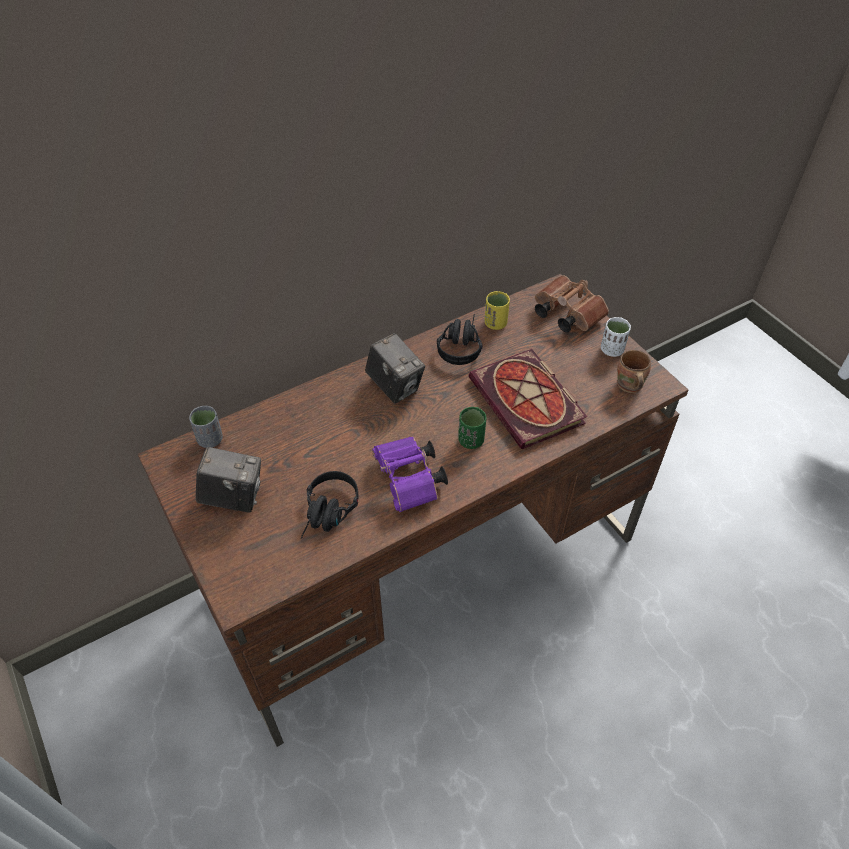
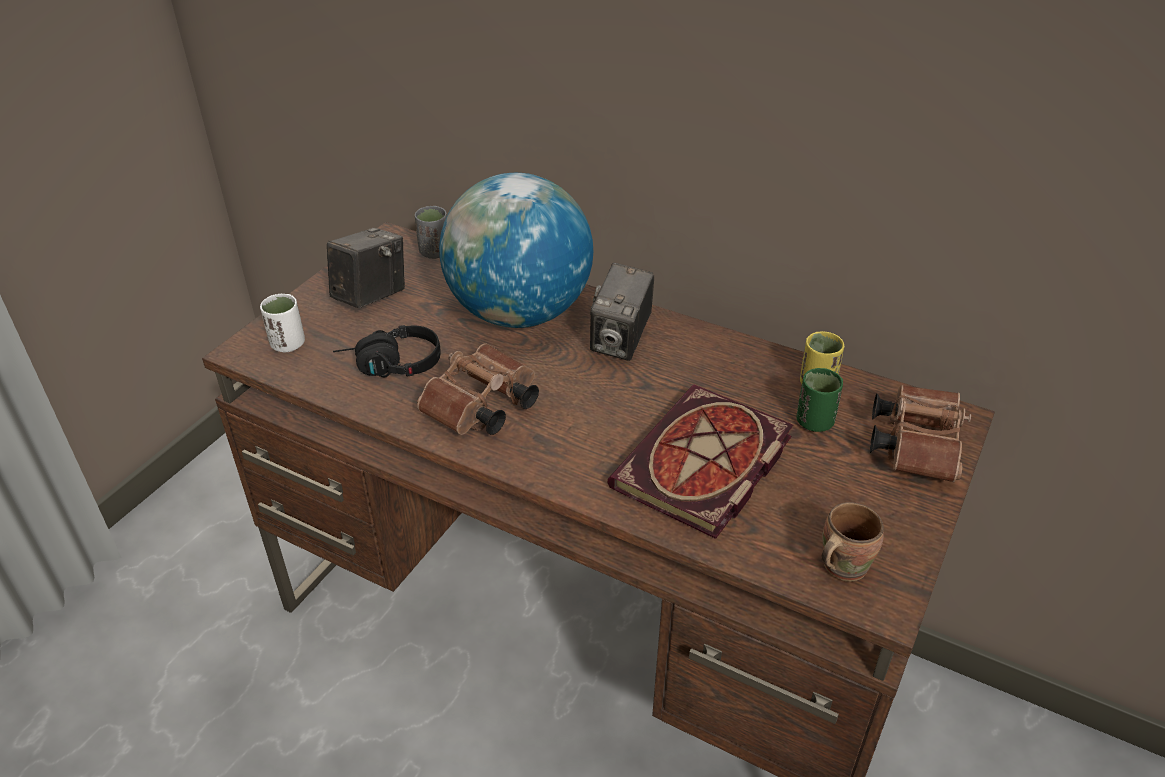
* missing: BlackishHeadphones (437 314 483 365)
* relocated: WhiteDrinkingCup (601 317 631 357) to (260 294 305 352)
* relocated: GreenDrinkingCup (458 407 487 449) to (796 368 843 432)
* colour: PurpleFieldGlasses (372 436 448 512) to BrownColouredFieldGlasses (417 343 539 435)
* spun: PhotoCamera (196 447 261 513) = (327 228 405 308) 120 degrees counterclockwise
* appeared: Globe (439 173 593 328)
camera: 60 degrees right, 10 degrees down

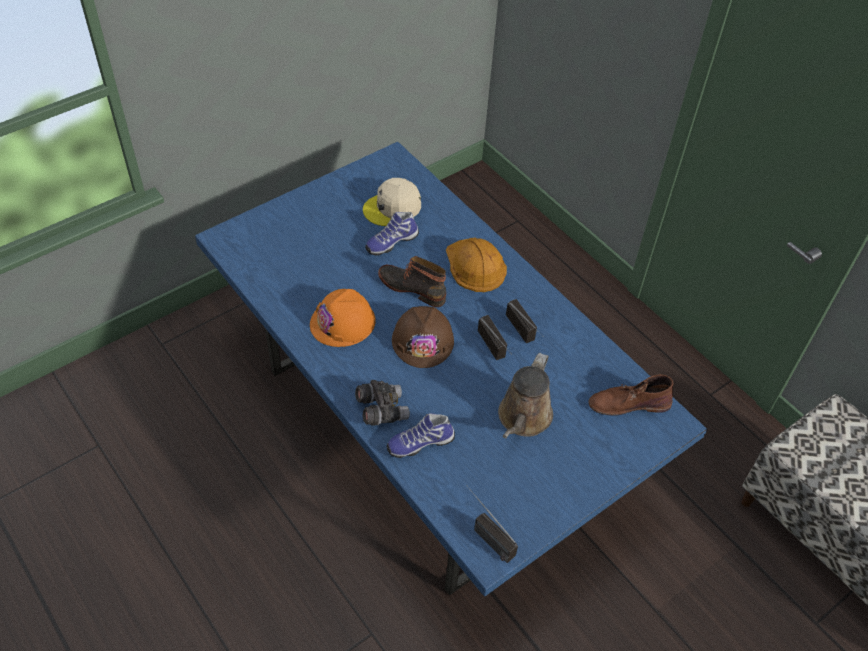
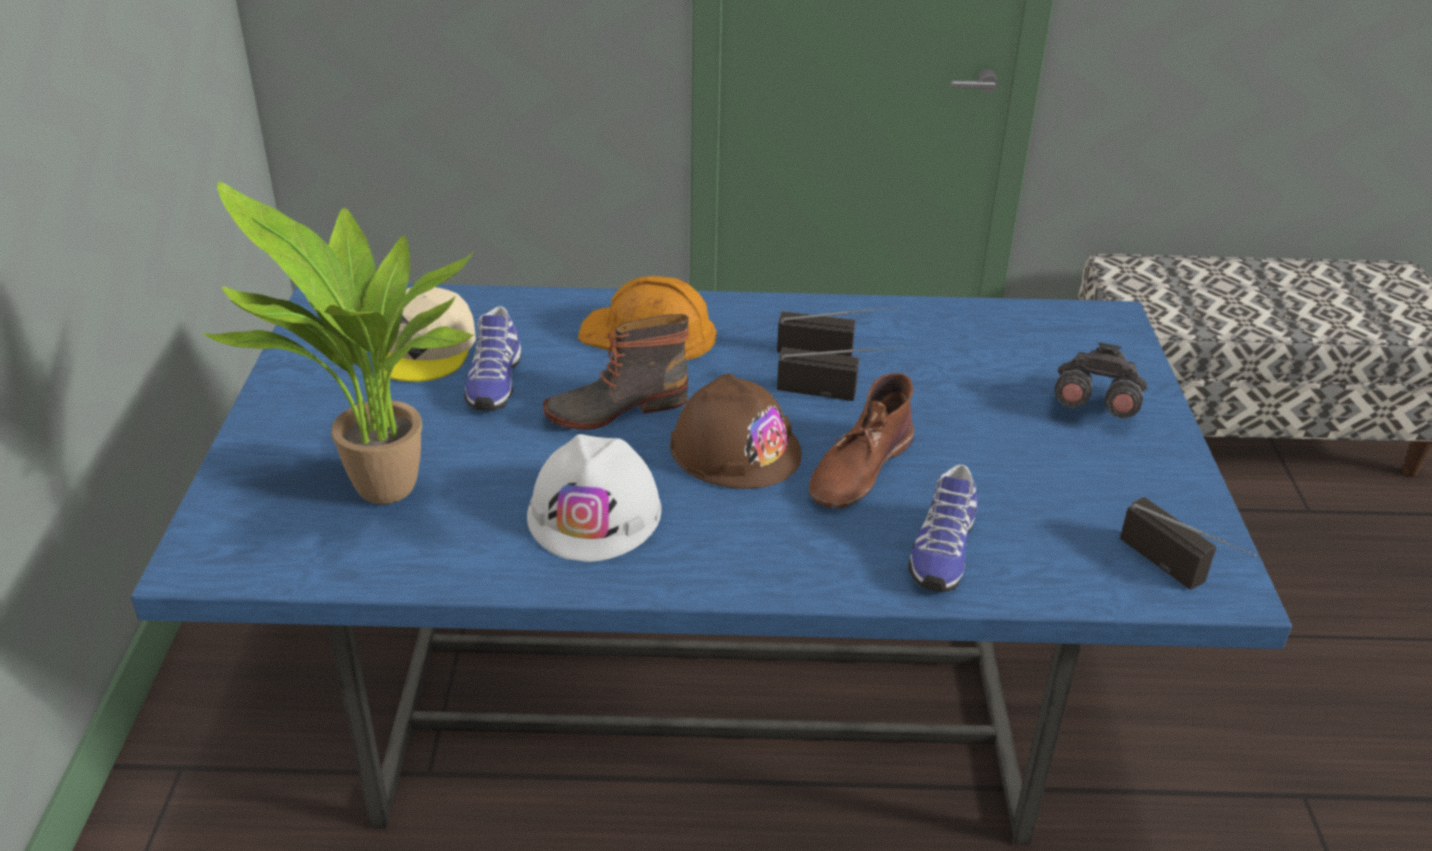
* colour: OrangeySafetyHelmet (310 289 376 347) to WhiteSafetyHelmet (527 434 662 562)
* missing: BrownColouredWateringPot (498 353 553 438)
* relocated: BrownColouredTallBoot (588 374 674 416) to (809 373 914 509)
* relocated: GreyishFieldGlasses (355 380 410 426) to (1055 342 1147 418)
* spun: RadioReceiver (467 486 518 563) = (1120 497 1256 590) 120 degrees counterclockwise
* appeared: PlantInAPot (202 182 475 504)
camera: 50 degrees left, 15 degrees down

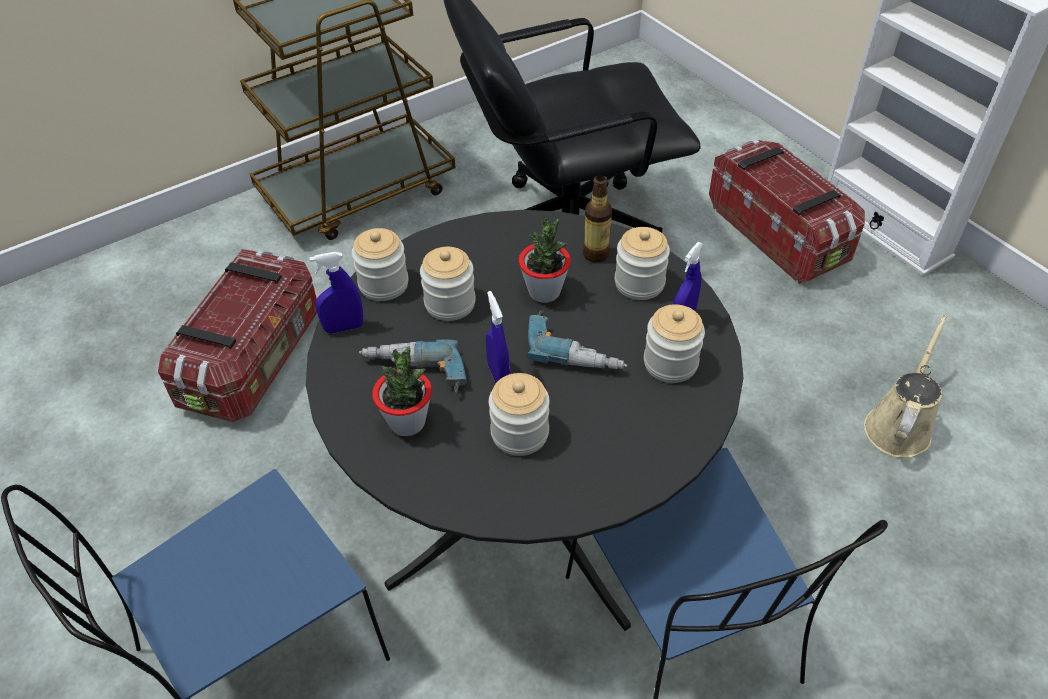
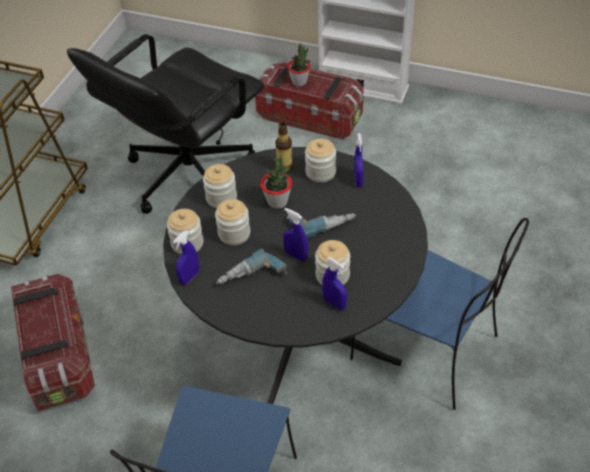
* relocated: PreserveJar (644 304 705 383) to (203 164 237 209)
* missing: SandColouredWateringPot (864 315 947 458)
* relocated: PlantInAPot (372 346 432 436) to (287 43 311 86)
* appeared: BluishHandSprayer (322 257 347 310)
camera: 35 degrees left, 0 degrees up

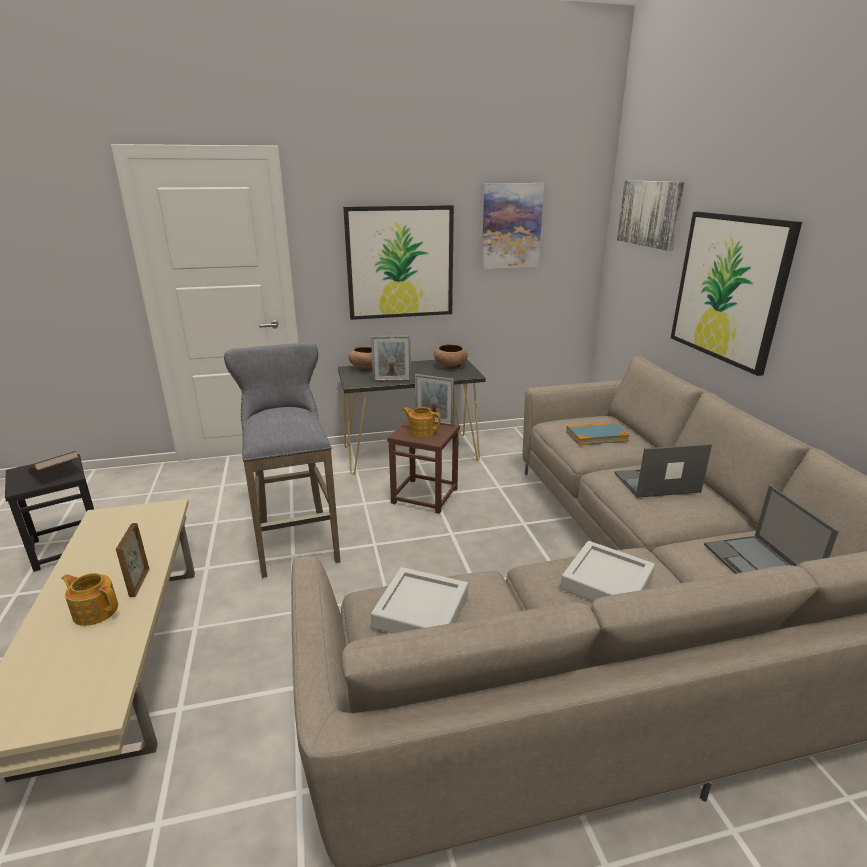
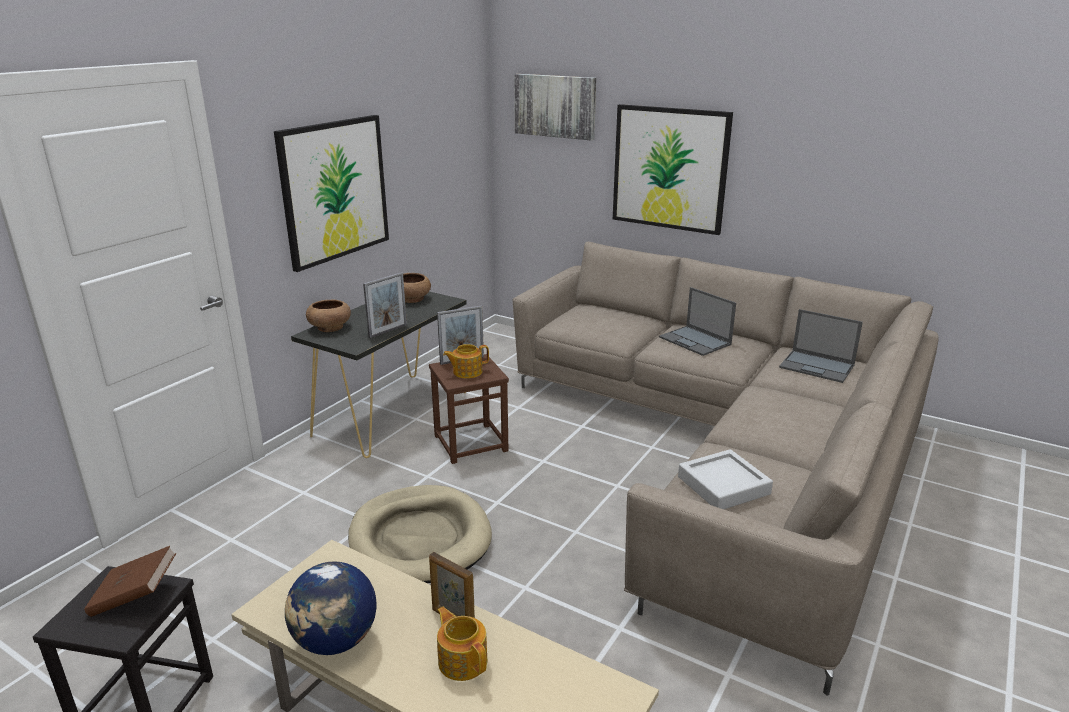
* missing: WallPicture (481 183 544 269)
* exchanged: GreyishStoolSeat (224 343 340 578) to SandColouredPetBed (348 485 492 583)
* missing: BoundBook (566 422 630 445)
* spun: NotebookComputer (614 444 712 498) = (659 287 736 356) 75 degrees counterclockwise
* missing: GreyishCarryingTray (561 541 655 602)
* spun: TeaPot (62 573 118 626) = (437 607 487 681) 75 degrees clockwise
* appeared: Globe (285 561 377 655)
camera: 45 degrees left, 0 degrees up

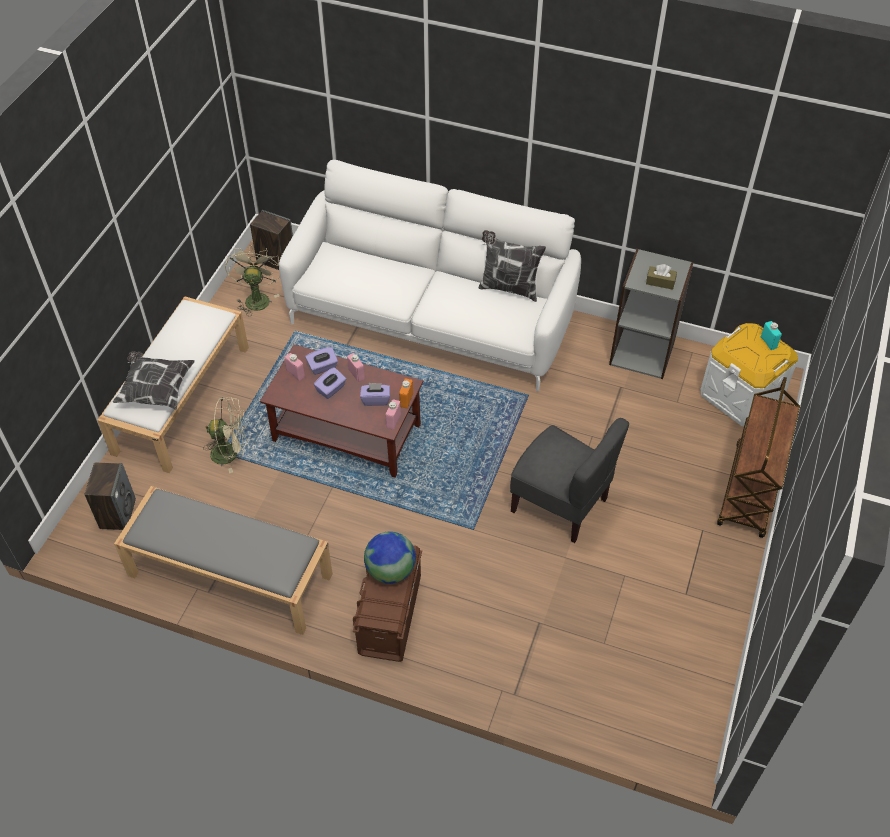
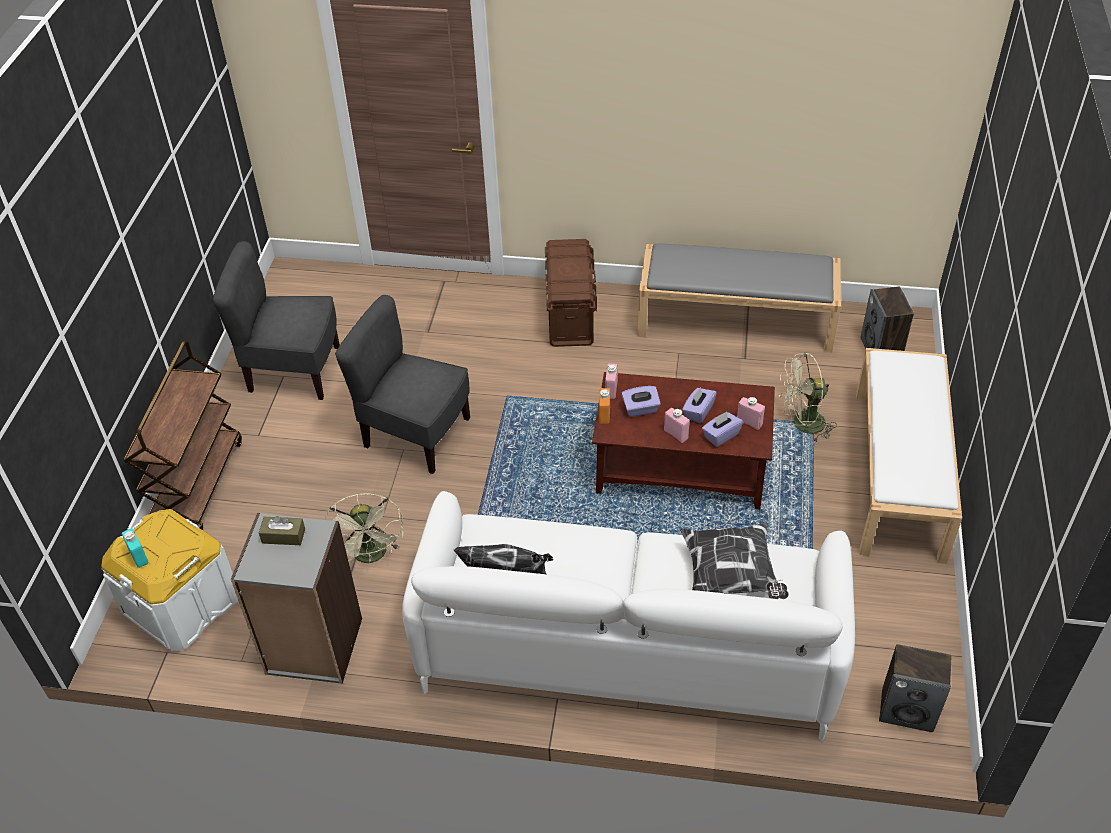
* relocated: SandColouredCoolingFan (225 245 280 316) to (324 493 403 563)
* relocated: Pillow (113 351 195 409) to (680 523 789 599)
* missing: Globe (364 531 416 584)
* appeared: GreyishChair (213 241 340 400)
camera: 170 degrees right, 5 degrees down

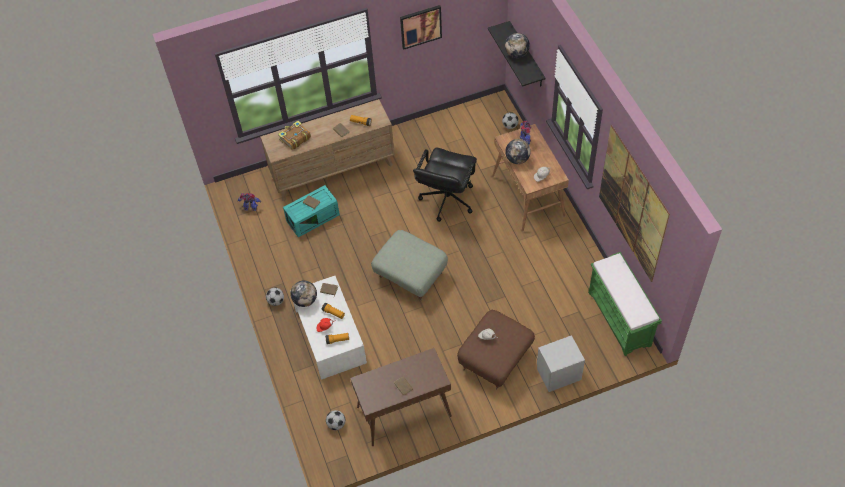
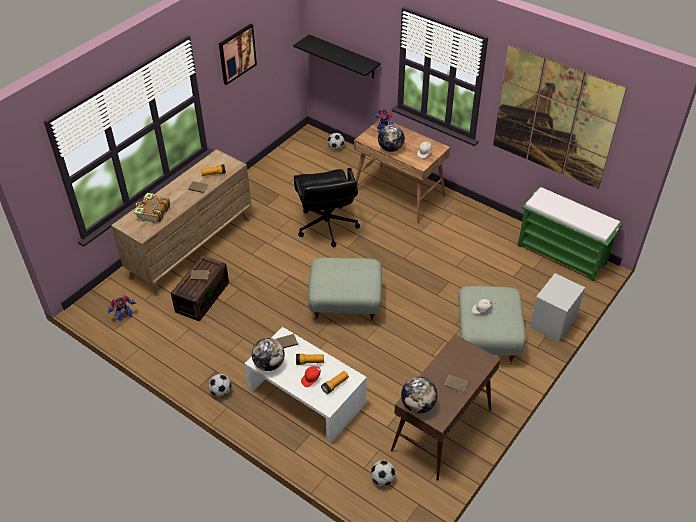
* relocated: Globe (505 33 530 58) to (401 377 437 414)
* colour: TurquoiseColouredStorageBin (283 185 340 237) to BrownColouredStorageBin (171 255 229 322)
* colour: BrownColouredPouffe (457 310 535 390) to GreyishPouffe (458 286 526 364)
camera: 35 degrees left, 10 degrees down

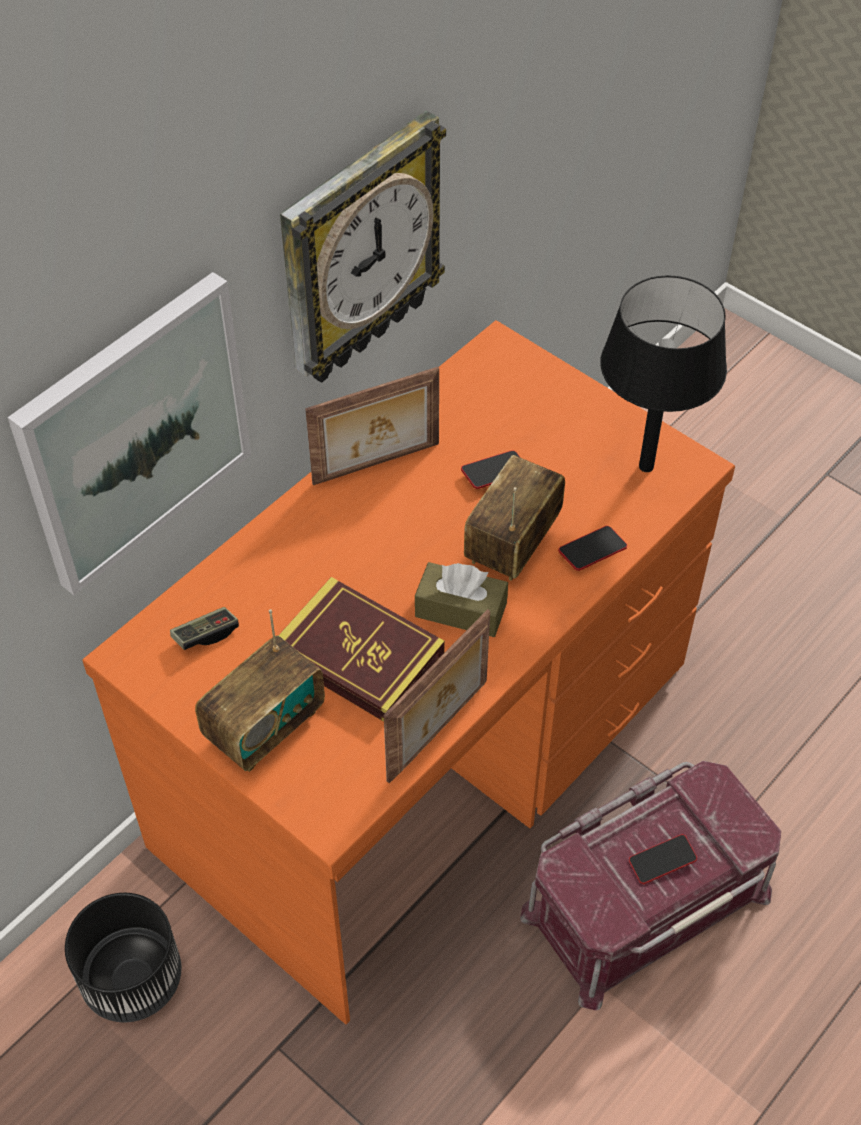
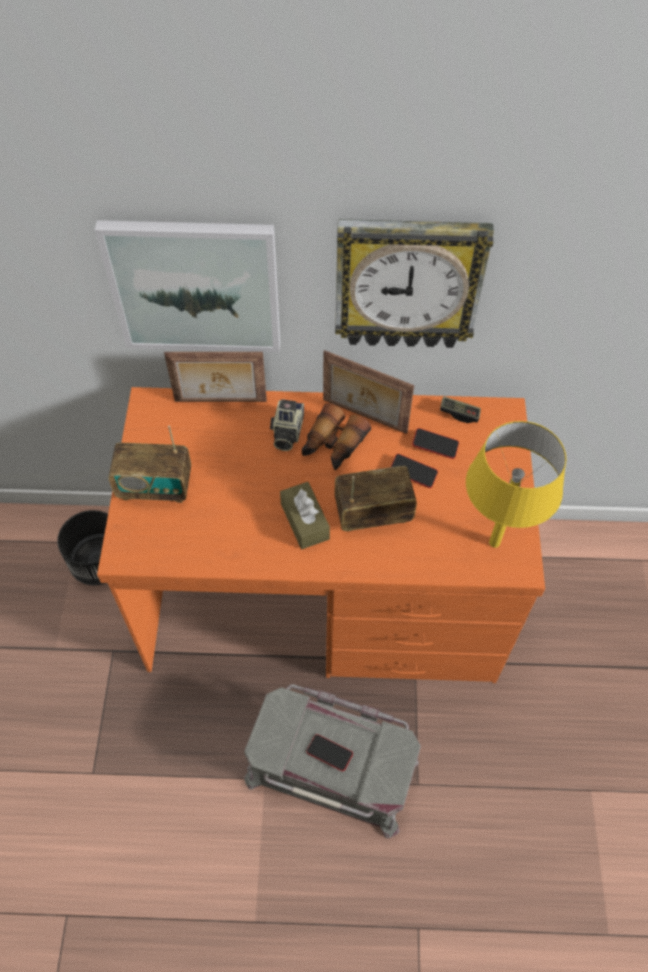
* colour: BlackishTableLamp (600 275 727 472) to YellowColouredTableLamp (466 421 566 548)
* relocated: Telephone (558 526 627 571) to (412 428 459 459)
* missing: BoundBook (278 577 445 722)
* relocated: Joypad (170 607 239 650) to (440 396 481 423)
* relocated: PhotoFrame (384 609 490 783) to (164 352 267 402)
* colour: ReddishStorageBin (520 761 781 1010) to GreyishStorageBin (244 684 421 838)
* appeared: PhotoCamera (270 399 304 451)
* appeared: FieldGlasses (302 403 371 470)
camera: 50 degrees right, 5 degrees up

